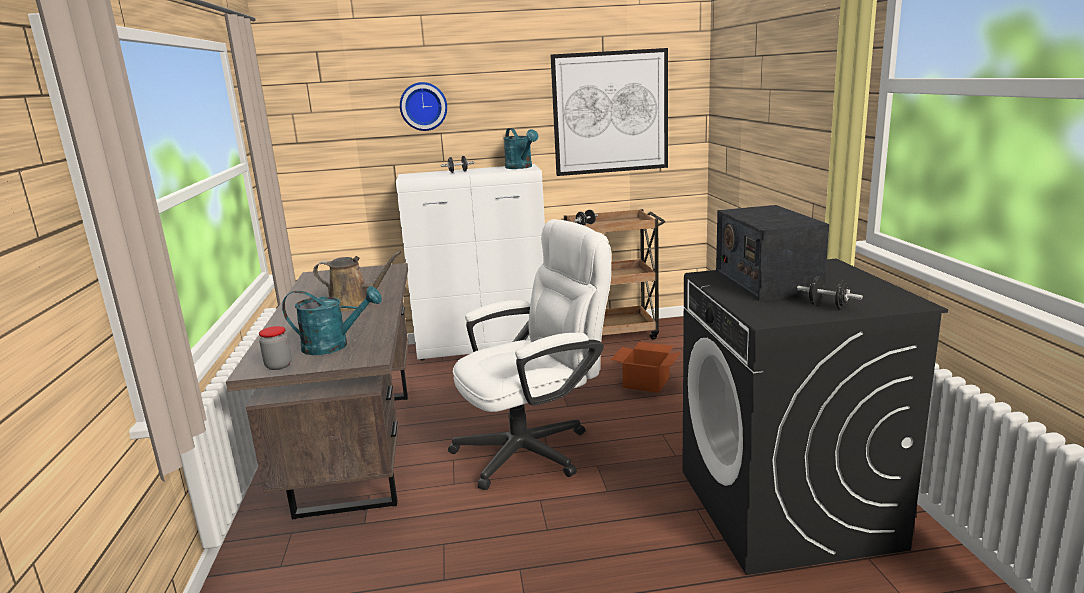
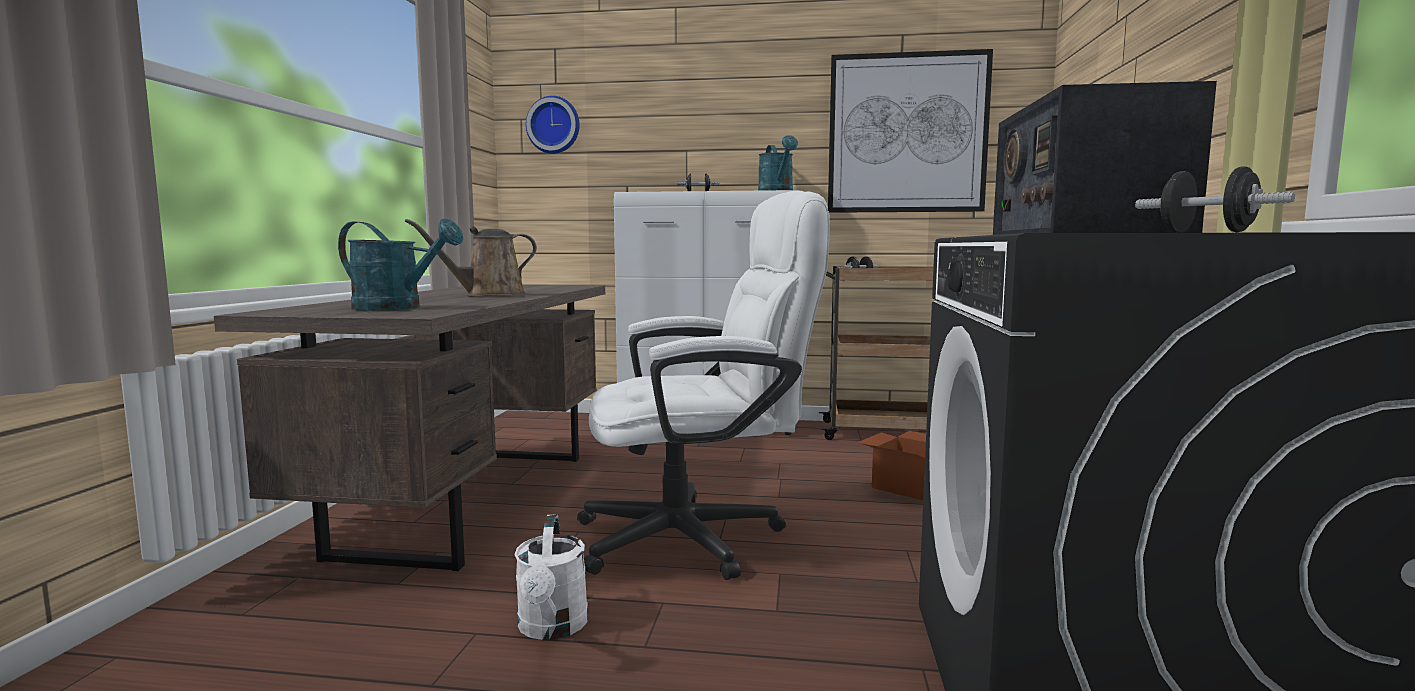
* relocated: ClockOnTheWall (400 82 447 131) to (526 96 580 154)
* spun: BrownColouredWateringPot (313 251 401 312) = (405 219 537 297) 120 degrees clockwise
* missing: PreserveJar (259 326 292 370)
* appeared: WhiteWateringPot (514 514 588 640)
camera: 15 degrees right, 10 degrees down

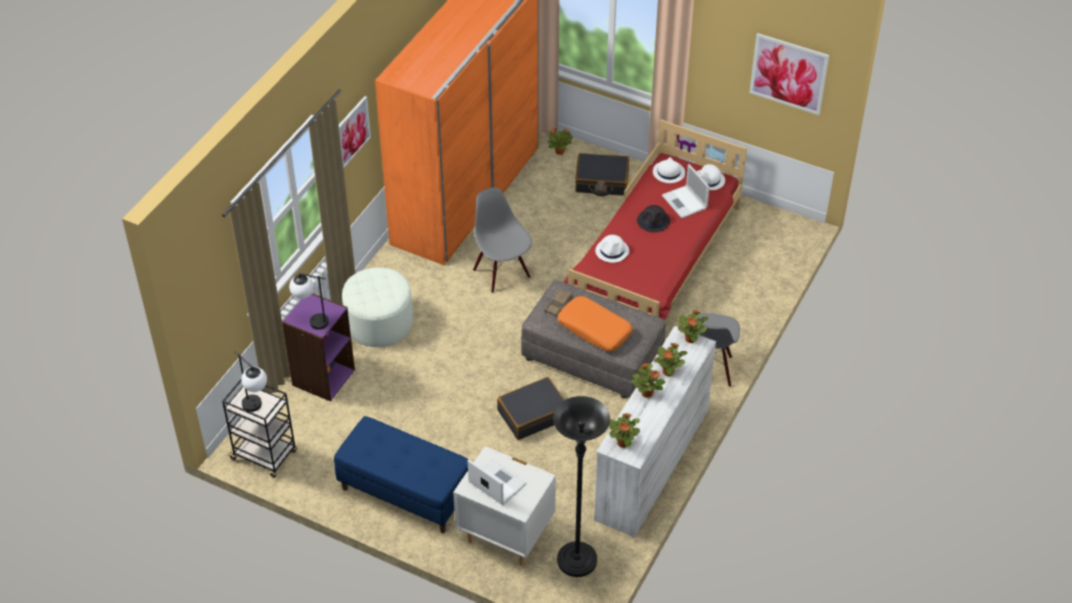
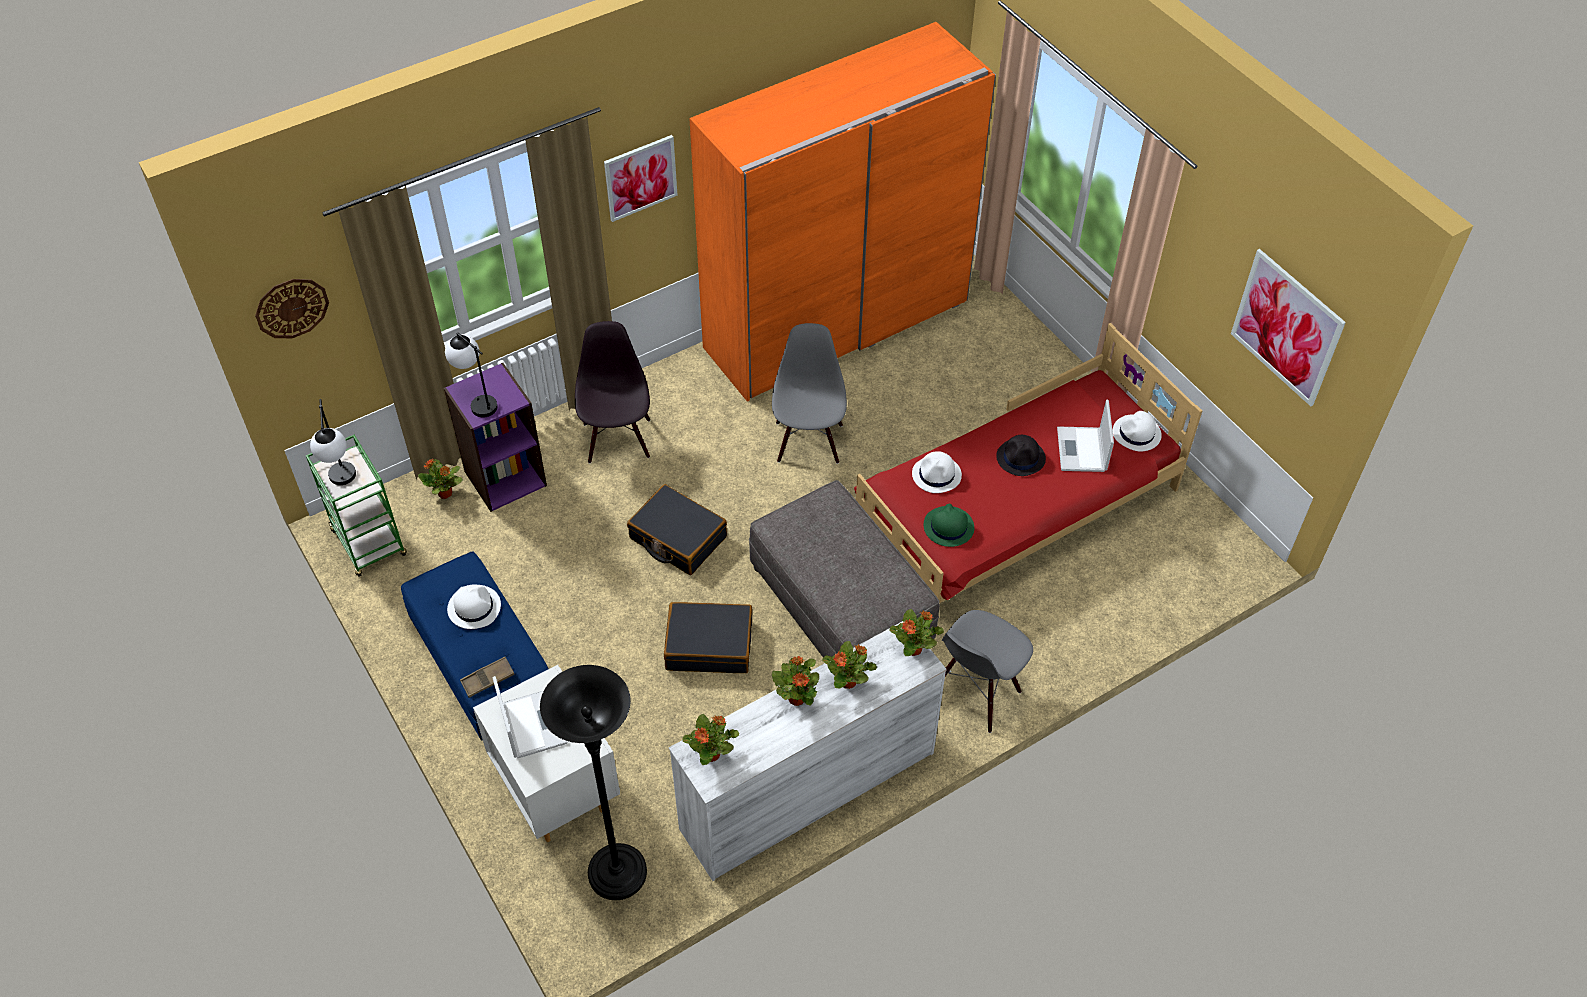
* relocated: PlantInAPot (548 128 573 155) to (418 459 463 499)
* relocated: BlackishPieceOfLuggage (575 153 629 196) to (627 484 727 575)
* relocated: WhiteClothingHat (653 157 685 183) to (447 585 501 629)
* exchanged: WhitePouffe (342 267 413 347) to BlackishChair (575 321 650 464)
* relocated: BrownColouredCarryingTray (544 288 572 316) to (460 657 515 698)
* missing: OrangeyPillow (558 296 633 352)
* colour: BlackishTrolley (222 379 297 478) to GreenTrolley (306 435 407 577)
* appeared: ClockOnTheWall (255 279 329 338)
* appeared: GreenClothingHat (924 504 974 547)
camera: 30 degrees right, 5 degrees up

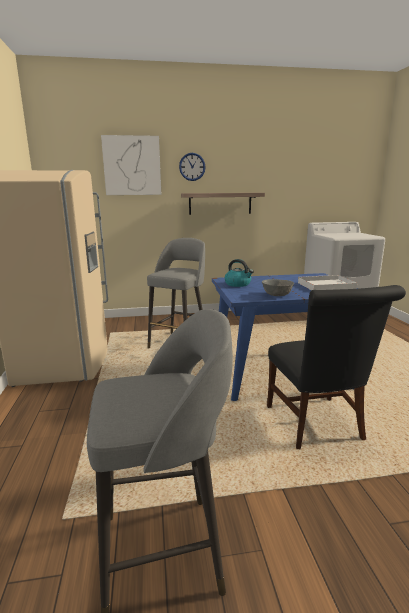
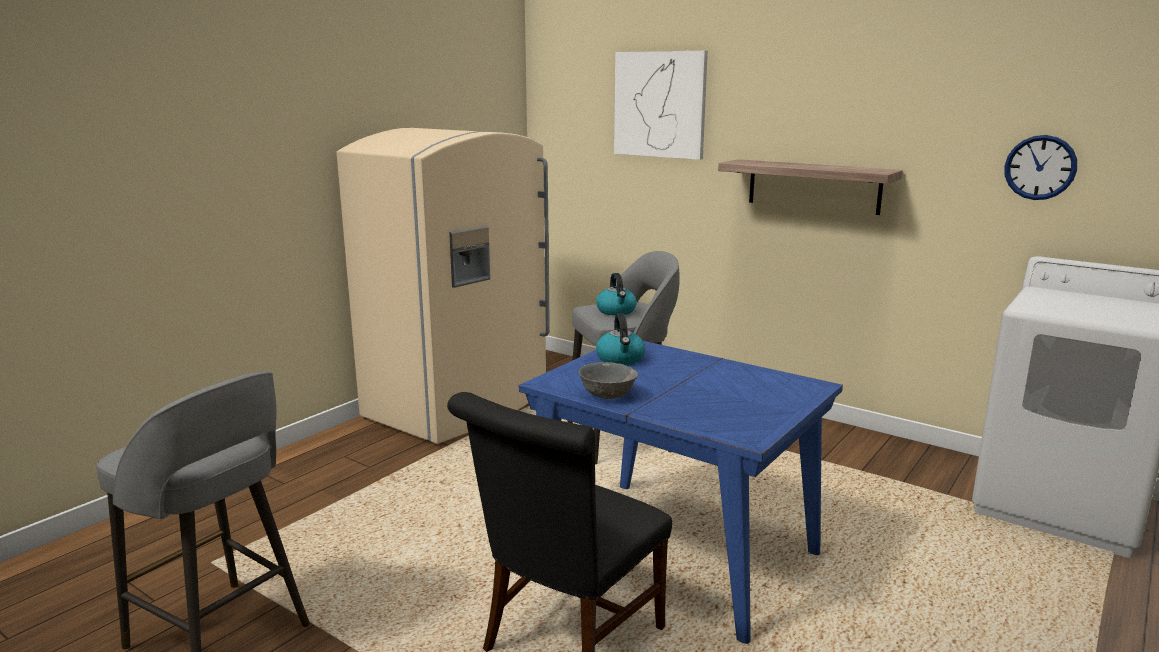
* relocated: ClockOnTheWall (179 153 206 181) to (1004 135 1077 200)
* missing: WhiteCarryingTray (298 275 357 290)
* appeared: Kettle (596 273 637 316)
camera: 45 degrees right, 0 degrees up

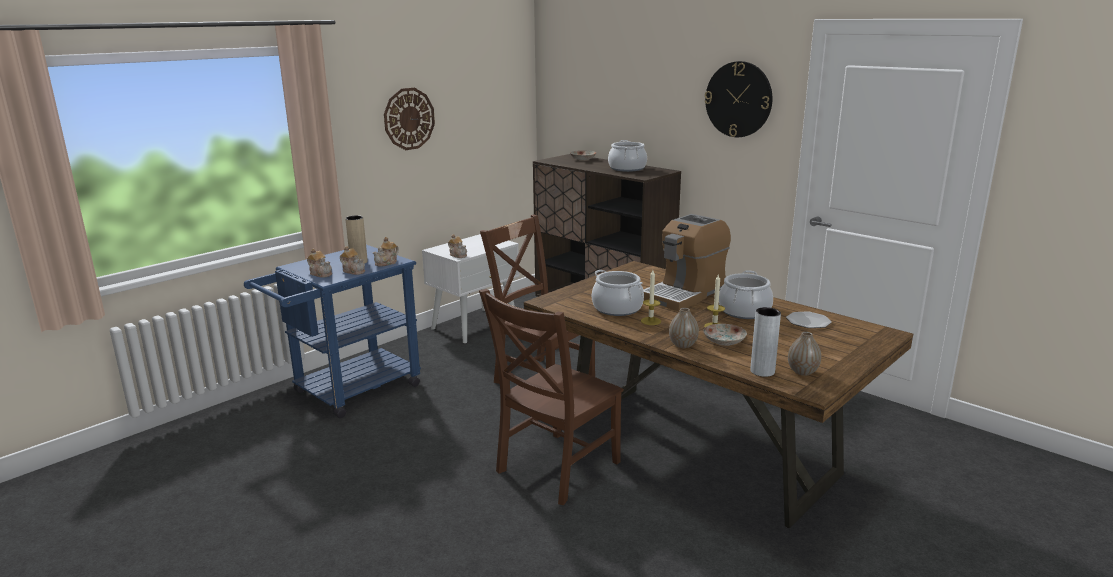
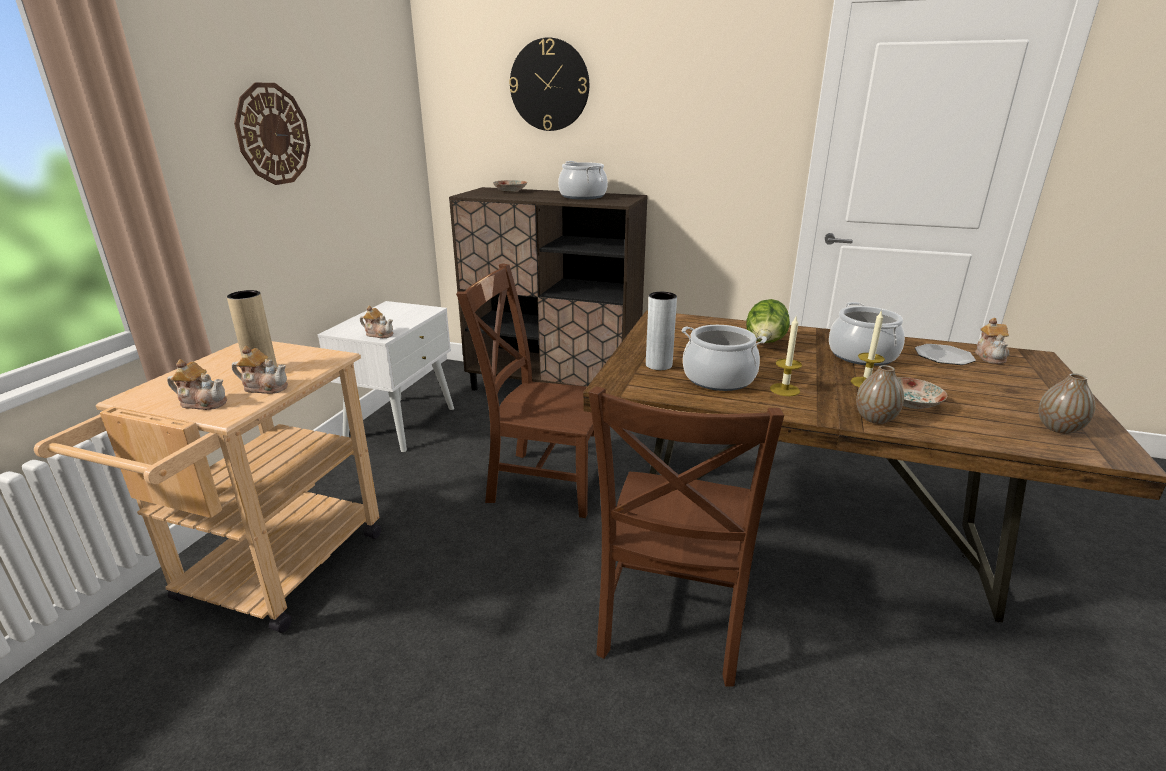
* relocated: ClockOnTheWall (705 61 772 137) to (509 37 589 131)
* exchanged: CoffeeMaker (643 214 731 311) to Lettuce (746 299 790 343)
* relocated: TeaPot (372 237 399 267) to (975 318 1009 364)
* colour: BluishTrolley (244 245 421 418) to SandColouredTrolley (34 341 381 633)
* relocated: GreyishFlowerVase (750 307 781 377) to (646 292 677 370)
camera: 25 degrees left, 5 degrees up

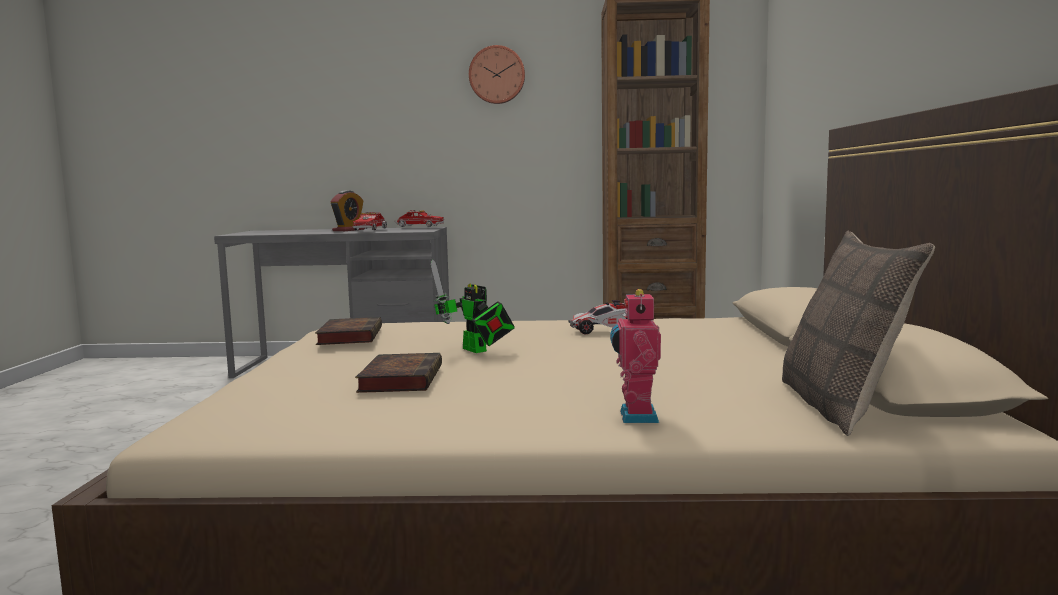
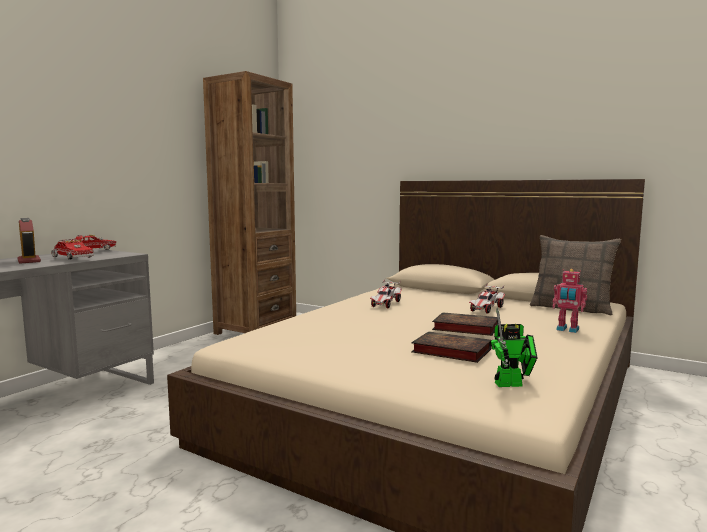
* missing: ClockOnTheWall (469 45 525 104)
* relocated: ToyRobot (430 259 515 353) to (491 307 537 387)
* relocated: BoundBook (315 317 382 345) to (432 312 498 336)
* appeared: ToyCar (469 283 505 314)
camera: 60 degrees left, 0 degrees up

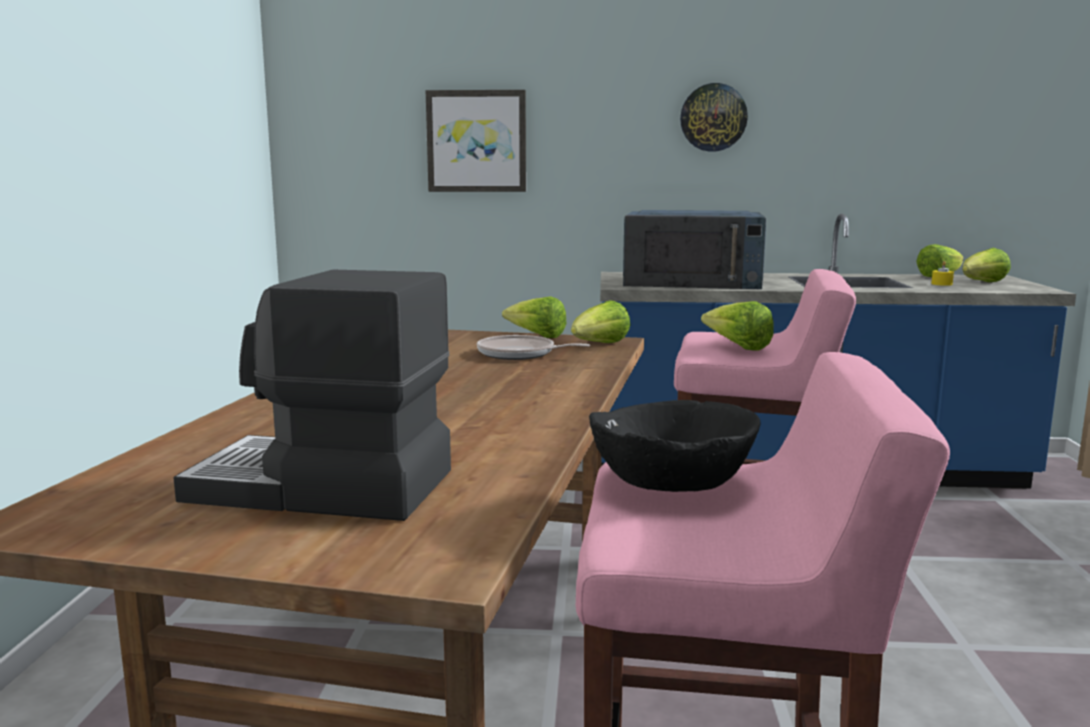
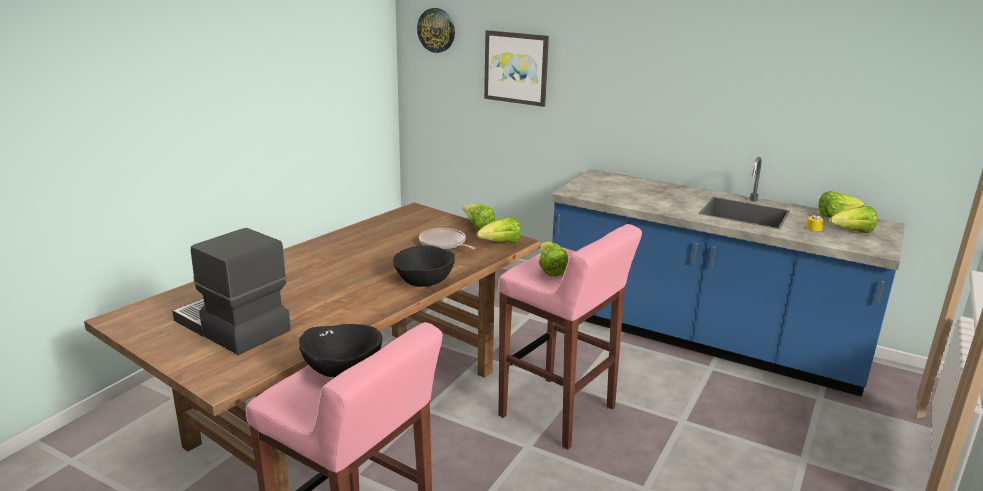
* relocated: ClockOnTheWall (680 83 748 152) to (417 8 455 53)
* missing: BluishMicrowaveOven (623 210 766 289)
* appeared: BlackishServingBowl (393 245 455 287)
camera: 25 degrees right, 10 degrees up

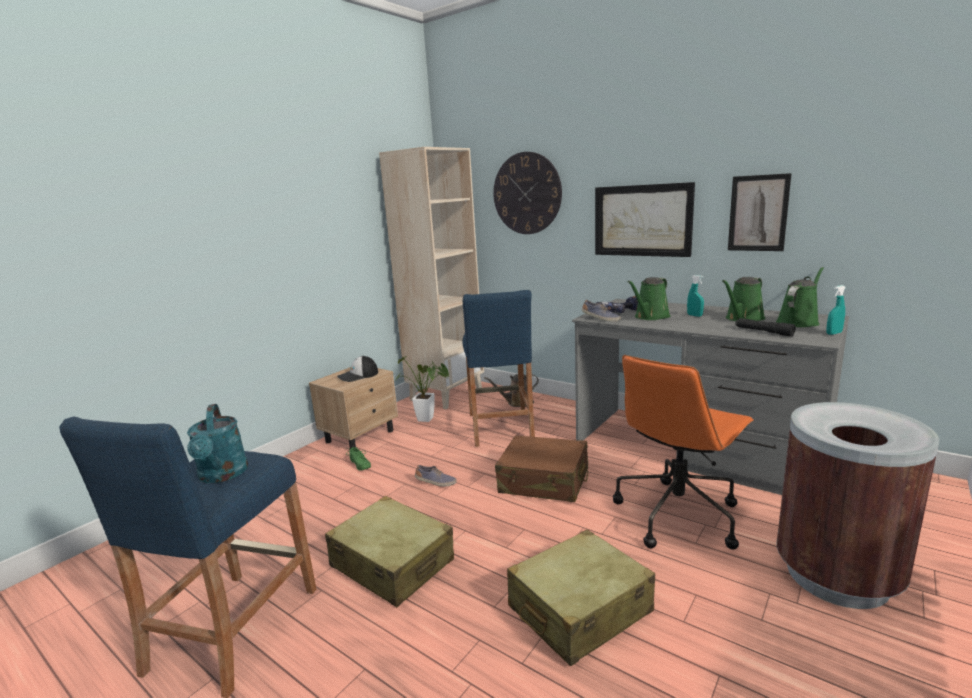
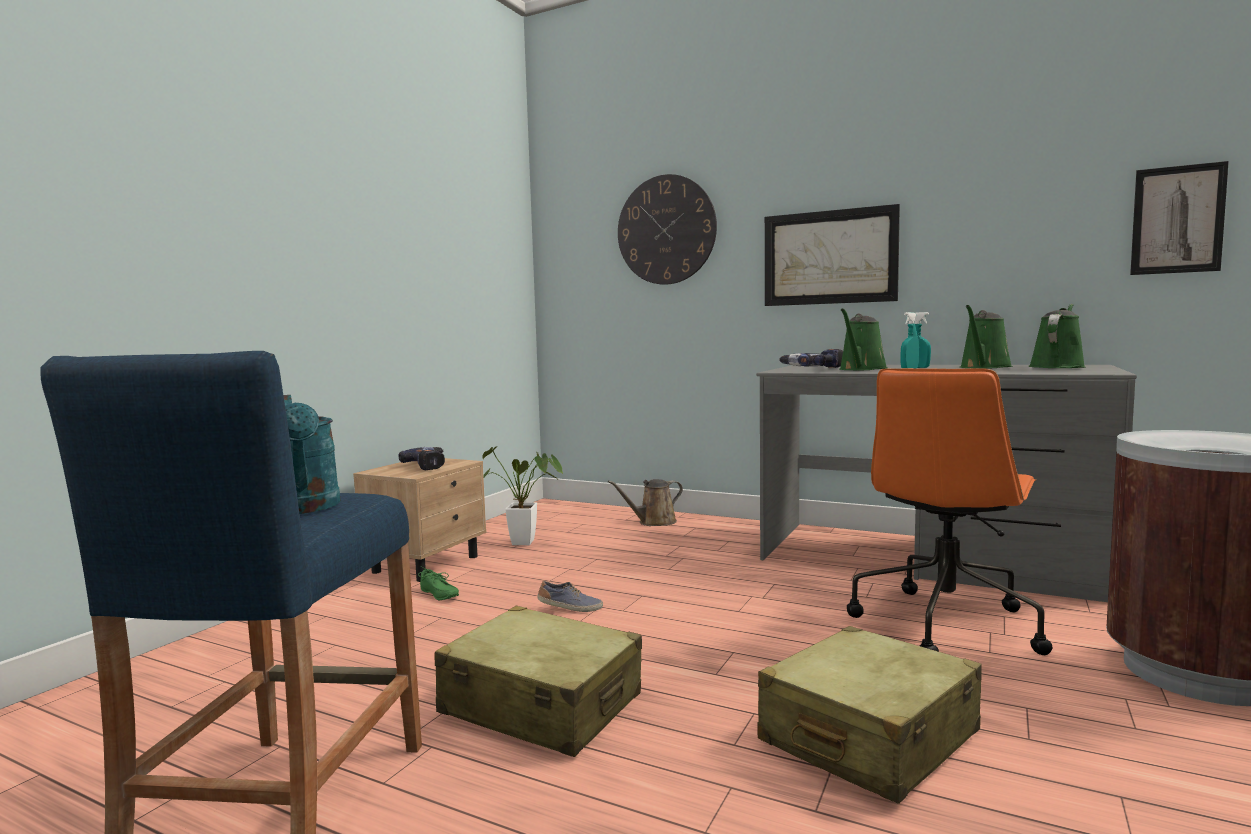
* missing: SandColouredBookshelf (379 147 484 409)
* relocated: WallPicture (728 173 792 251) to (1130 161 1229 275)
* relocated: TurquoiseColouredHandSprayer (826 285 846 335) to (900 312 919 368)
* missing: BluishStoolSeat (463 290 535 447)
* missing: ItemOfFootwear (582 300 621 321)
* missing: BlackishFlashlight (735 318 796 337)
* exchanged: Cap (337 356 378 382) to Drill (398 447 445 470)
* missing: BrownColouredPieceOfLuggage (495 435 588 502)
camera: 10 degrees left, 10 degrees down

